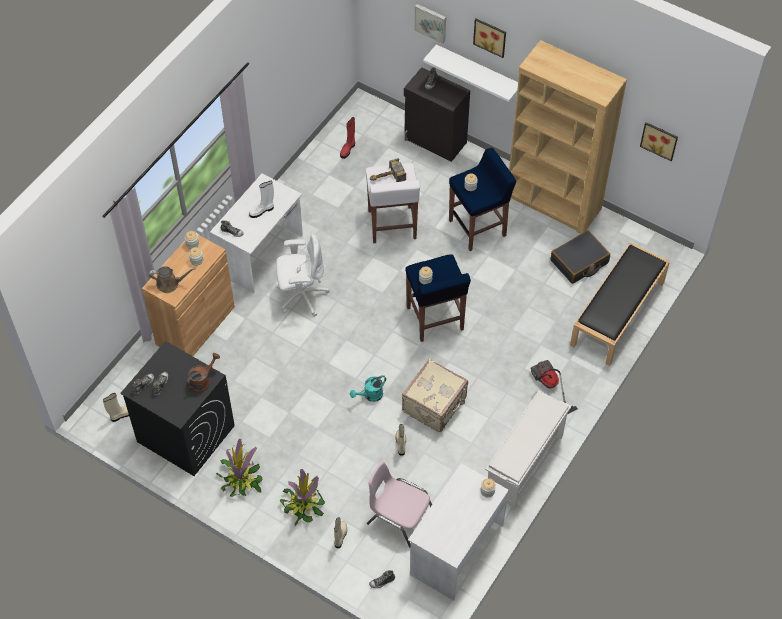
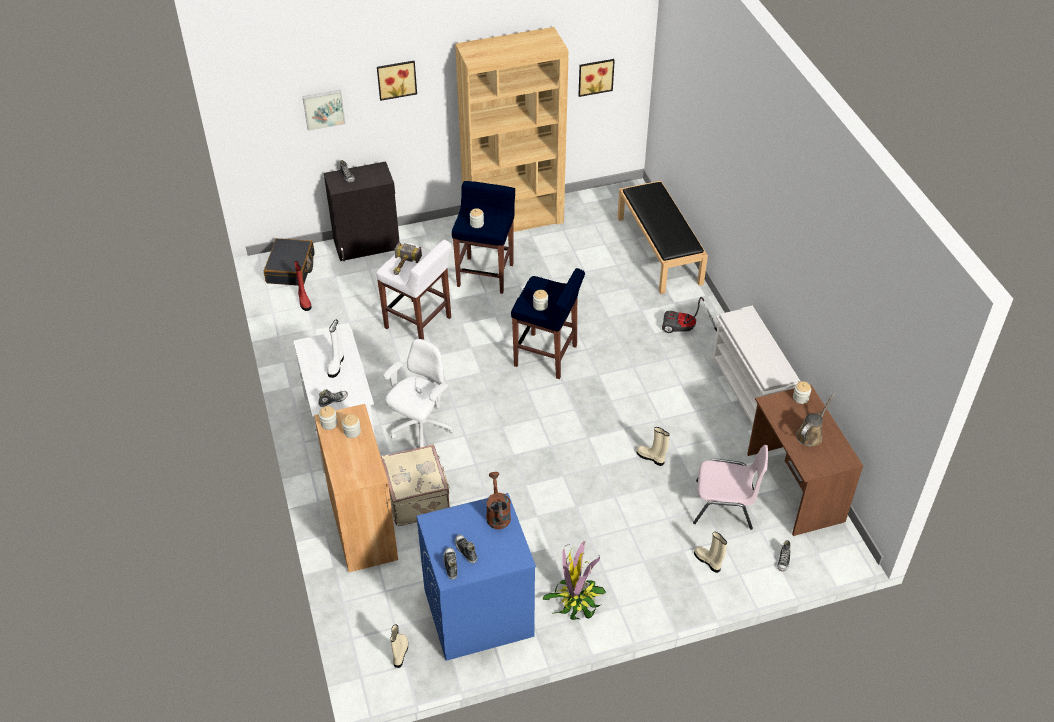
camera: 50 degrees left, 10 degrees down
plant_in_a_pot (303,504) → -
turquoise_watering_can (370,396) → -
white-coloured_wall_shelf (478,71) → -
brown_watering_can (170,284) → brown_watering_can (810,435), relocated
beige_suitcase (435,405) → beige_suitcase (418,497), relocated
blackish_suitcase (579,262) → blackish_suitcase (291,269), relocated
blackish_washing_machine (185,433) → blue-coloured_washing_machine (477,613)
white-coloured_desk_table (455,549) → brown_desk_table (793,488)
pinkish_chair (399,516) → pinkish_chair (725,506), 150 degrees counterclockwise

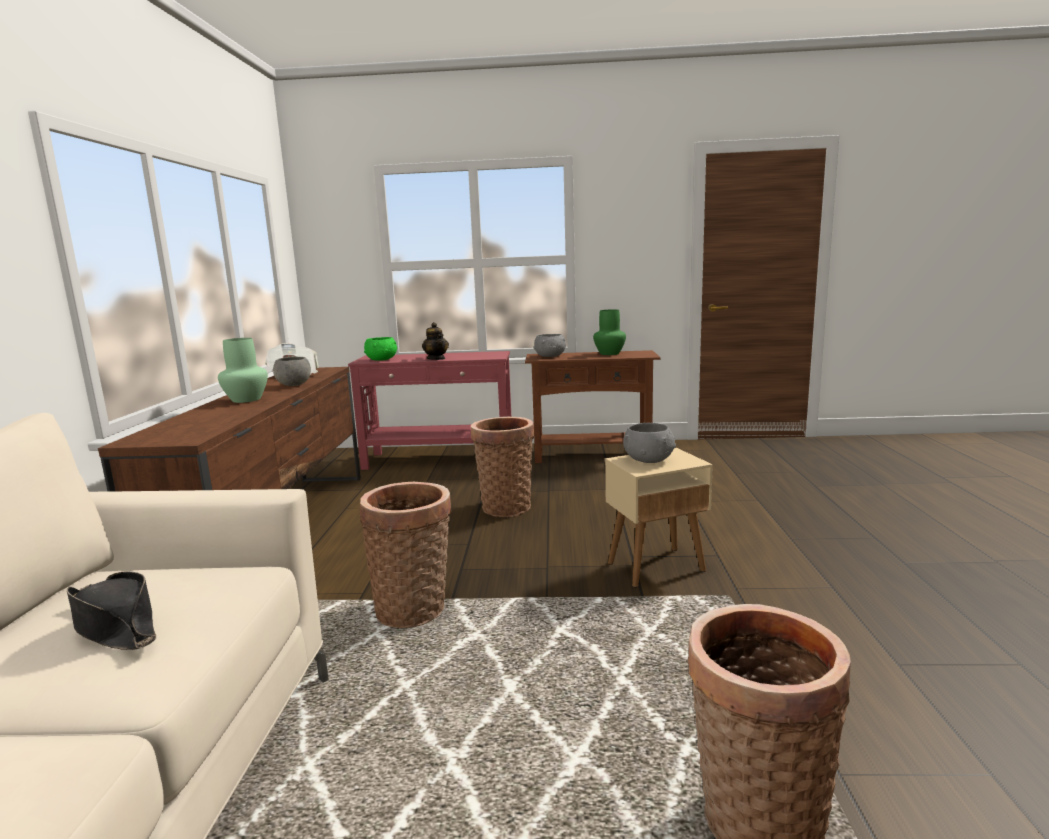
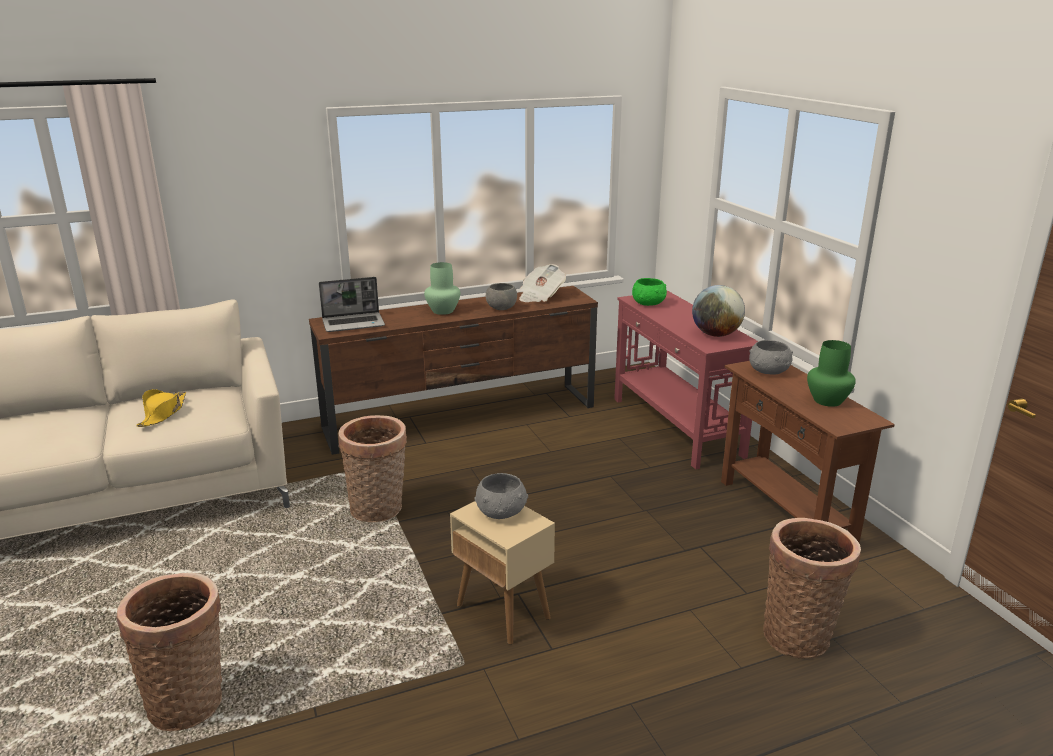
camera: 65 degrees right, 10 degrees up
teapot (436,359) → -
- → laptop (354,323)
- → desk_globe (716,334)
storage_basket (506,506) → storage_basket (799,634), relocated
blackish_clothing_hat (115,626) → yellow_clothing_hat (163,414)

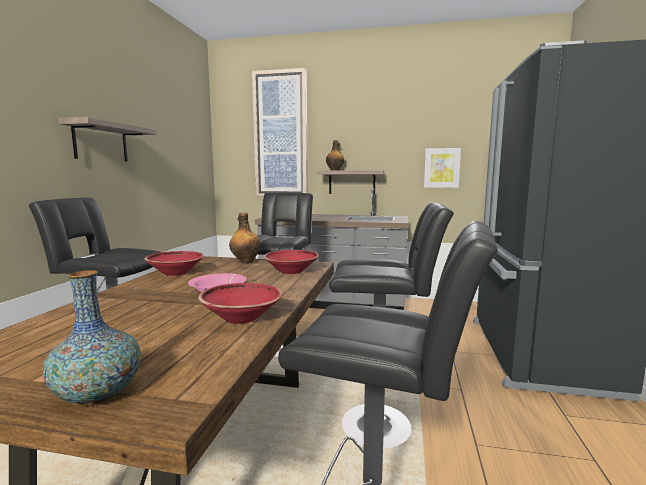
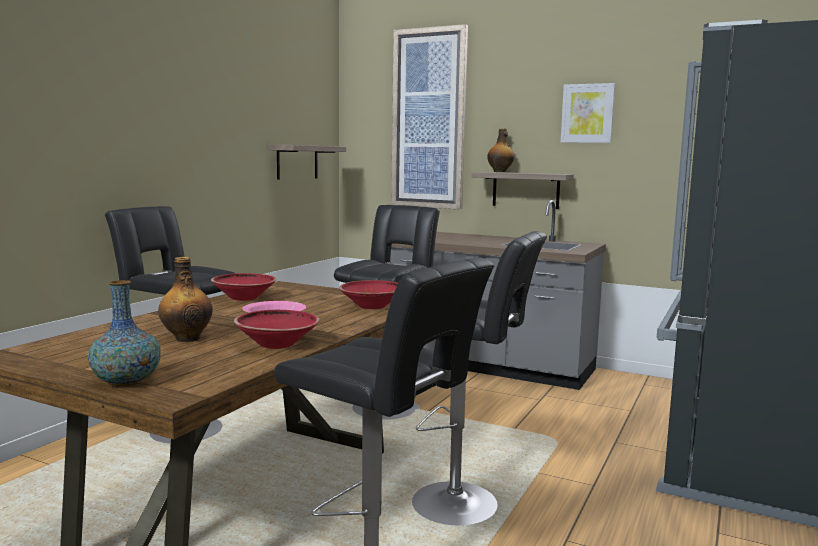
camera: 15 degrees right, 0 degrees up
wall_shelf (101,142) → wall_shelf (297,162), relocated
beverage_bottle (245,261) → beverage_bottle (187,338), relocated
wall_art (441,168) → wall_art (587,113), relocated

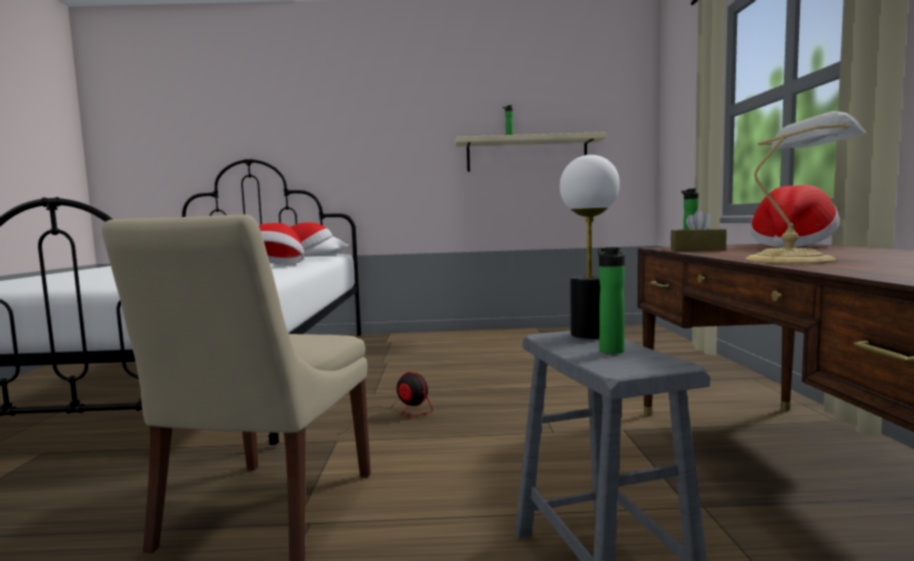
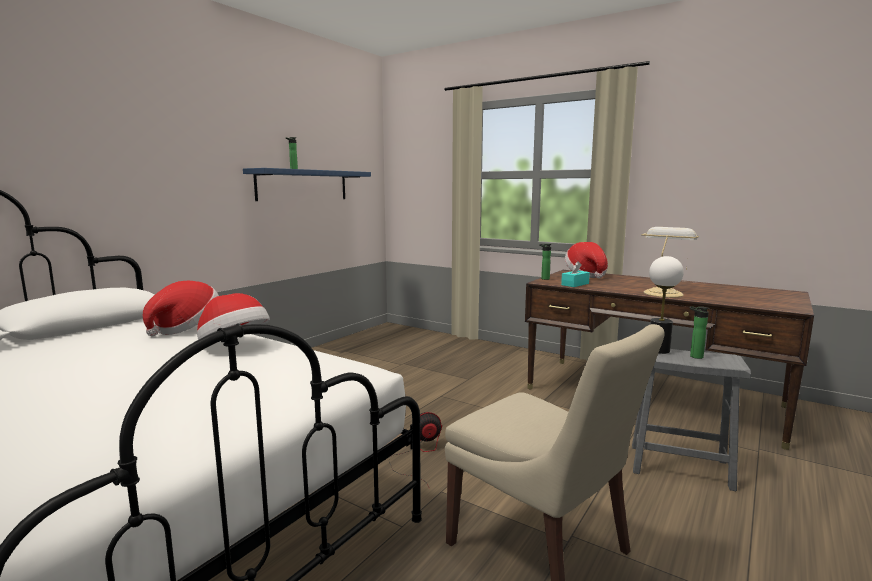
camera: 55 degrees left, 5 degrees up
beige_wall_shelf (527,154) → blue-coloured_wall_shelf (303,185)
brown_tissue_holder (697,250) → turquoise_tissue_holder (575,284)

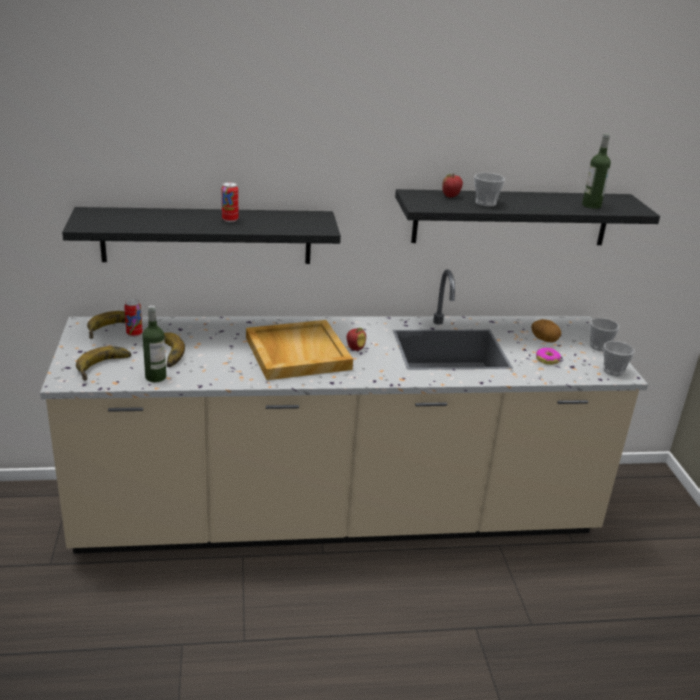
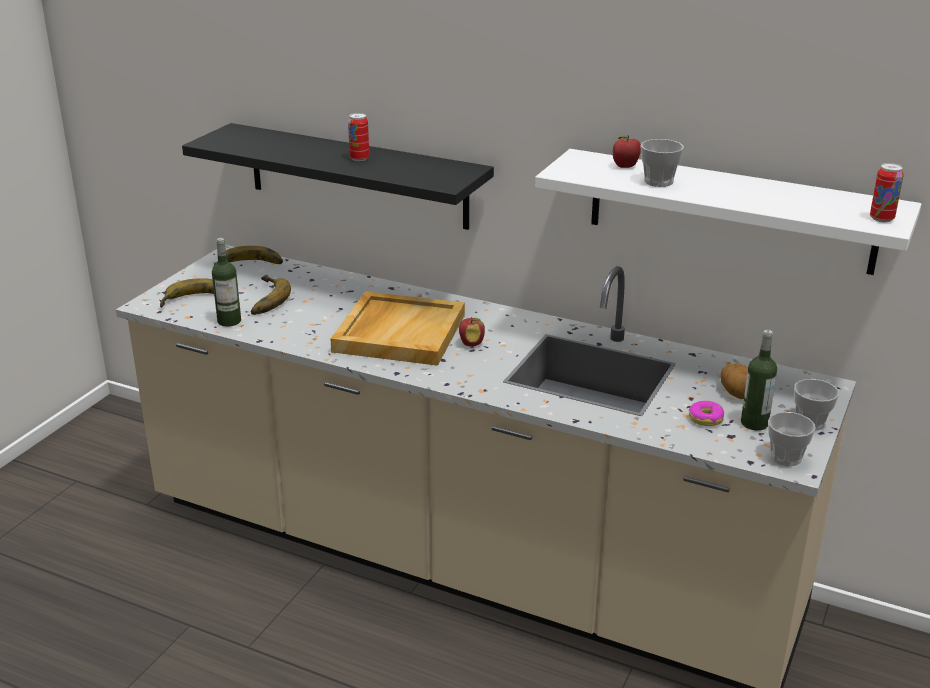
camera: 35 degrees right, 0 degrees up
sealed_can (134,334) → sealed_can (881,218), relocated
beverage_bottle (591,205) → beverage_bottle (754,423), relocated
blackish_wall_shelf (511,217) → white-coloured_wall_shelf (730,211)

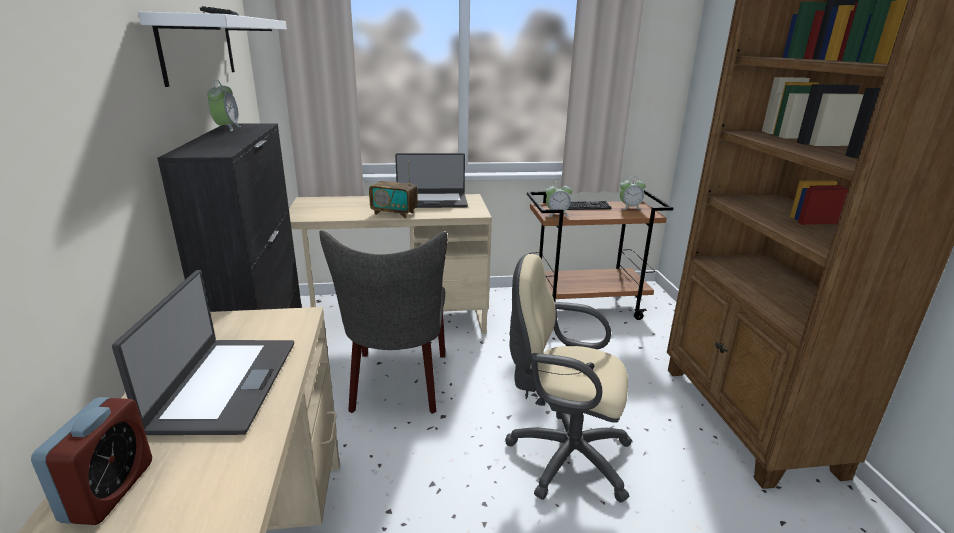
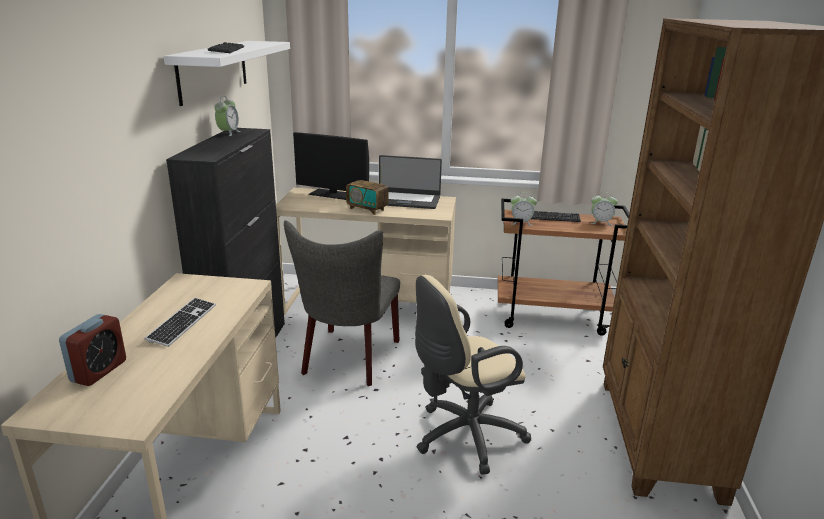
camera: 15 degrees right, 0 degrees up
- → computer_screen (333,194)
laptop (224,384) → computer_keyboard (182,323)
beige_desk_chair (562,455) → beige_desk_chair (463,436), 60 degrees counterclockwise

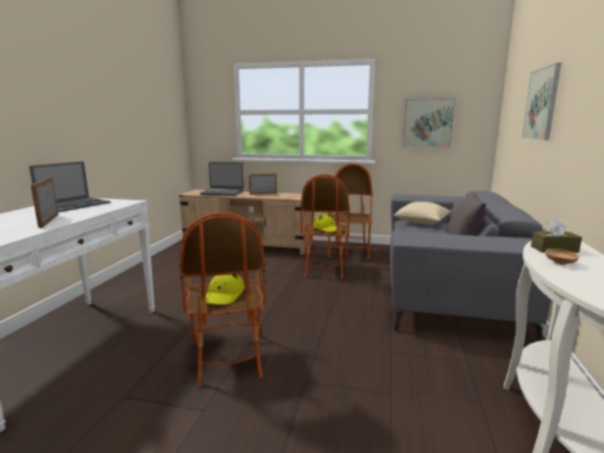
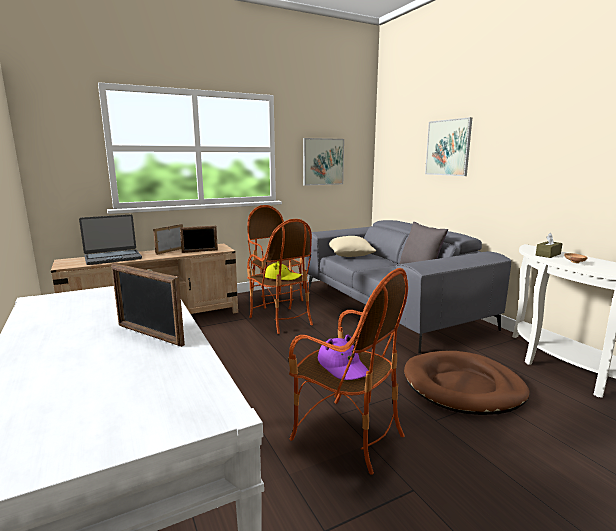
camera: 40 degrees left, 0 degrees up
laptop (75,205) → -
- → standing_frame (200,251)
- → brown_dog_cushion (463,386)
yellow_clothing_hat (223,295) → purple_clothing_hat (343,366)

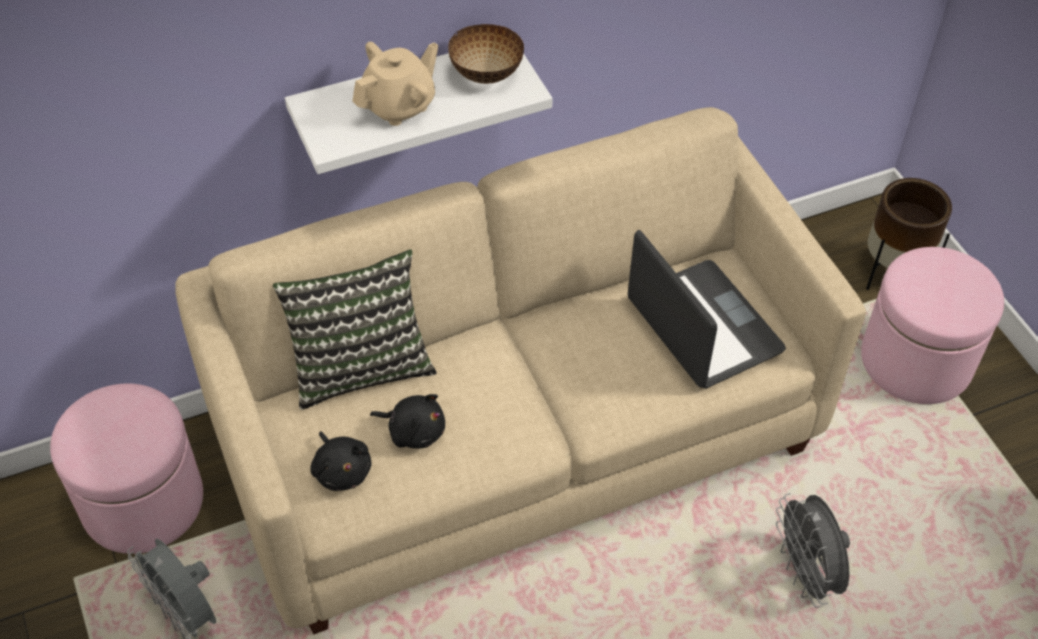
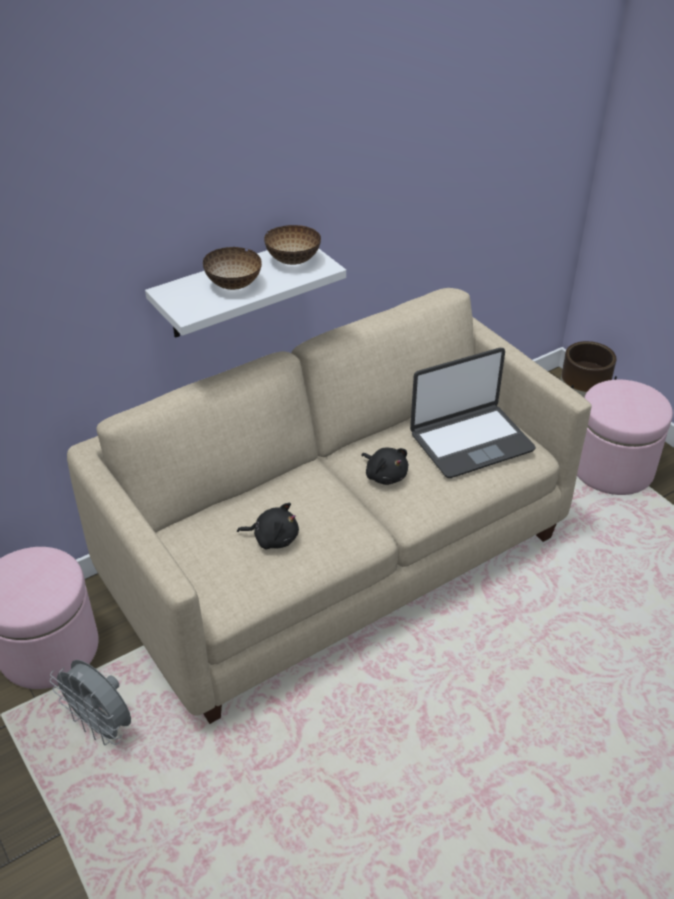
camera: 10 degrees left, 10 degrees down
pillow (360,366) → -
greyish_electric_fan (806,574) → -
blackish_cuddly_toy (342,470) → blackish_cuddly_toy (385,475), relocated
beige_teapot (399,106) → bowl (234,285)
laptop (702,327) → laptop (470,441), 105 degrees clockwise

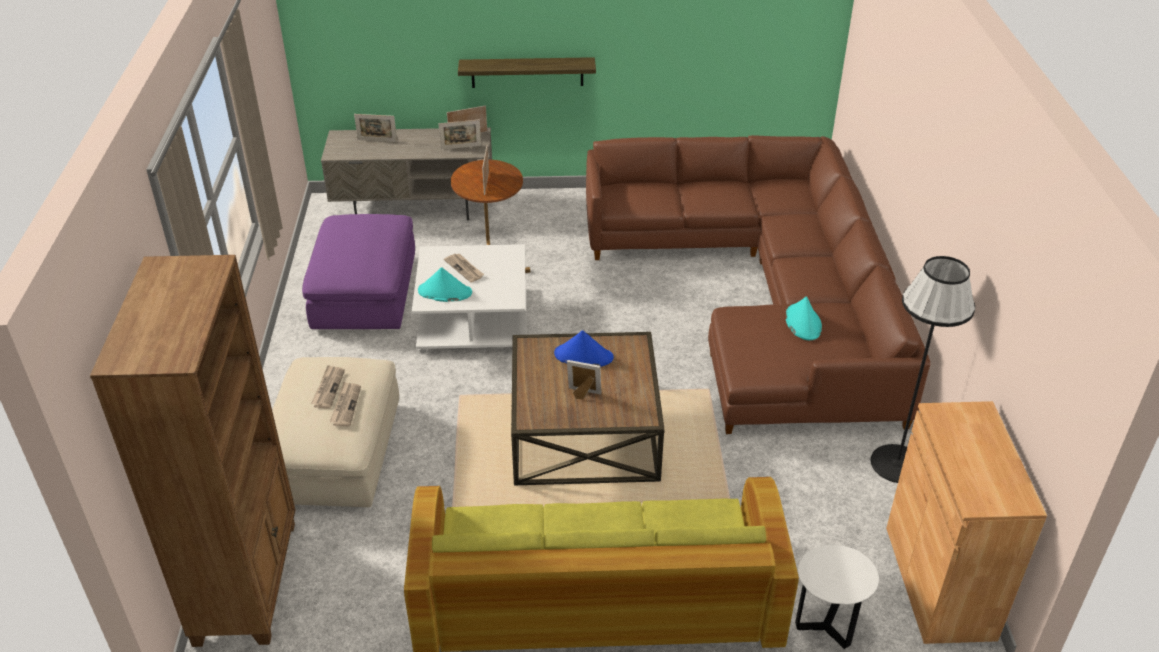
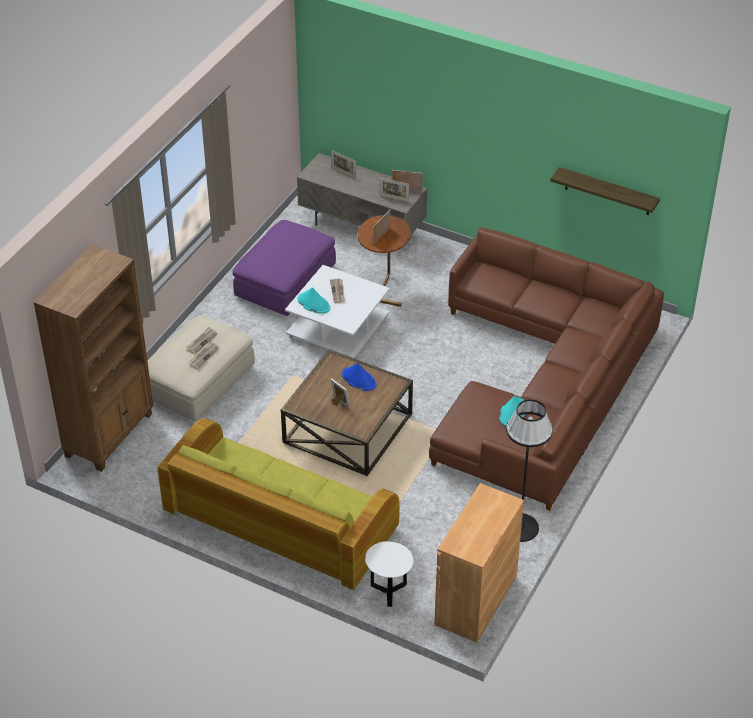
camera: 30 degrees right, 5 degrees up
wall_shelf (527,72) → wall_shelf (607,192), relocated

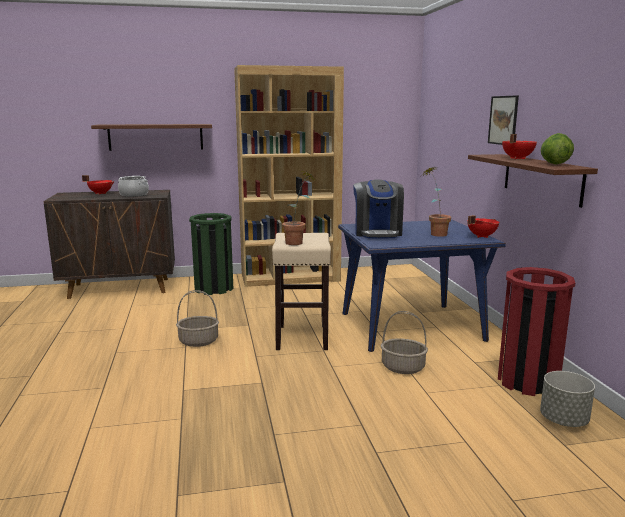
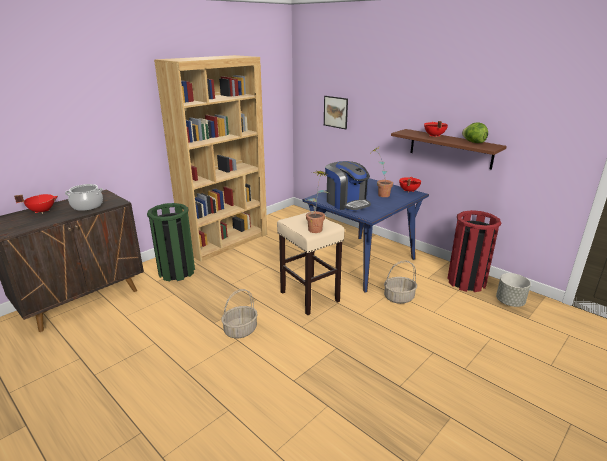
camera: 35 degrees left, 10 degrees up
brown_wall_shelf (156,137) → -
wall_art (503,120) → wall_art (335,112), relocated

